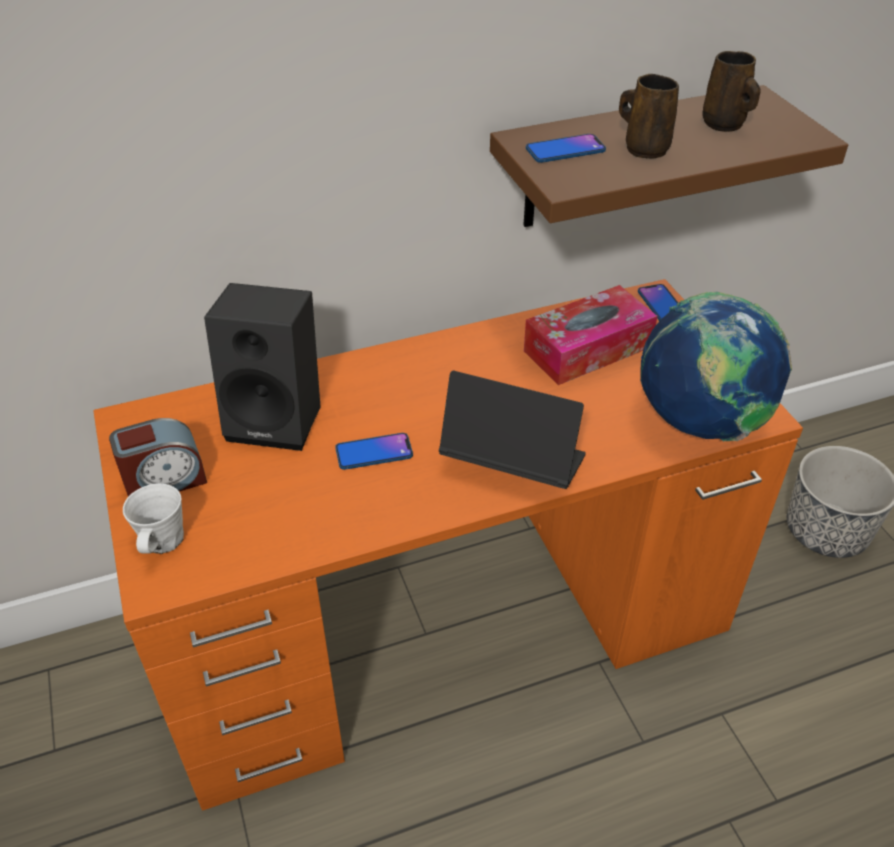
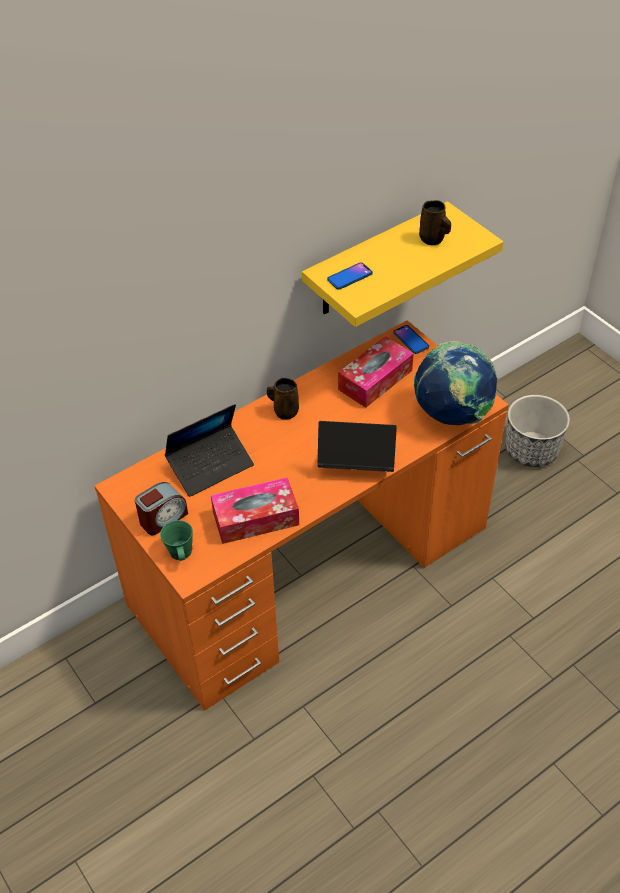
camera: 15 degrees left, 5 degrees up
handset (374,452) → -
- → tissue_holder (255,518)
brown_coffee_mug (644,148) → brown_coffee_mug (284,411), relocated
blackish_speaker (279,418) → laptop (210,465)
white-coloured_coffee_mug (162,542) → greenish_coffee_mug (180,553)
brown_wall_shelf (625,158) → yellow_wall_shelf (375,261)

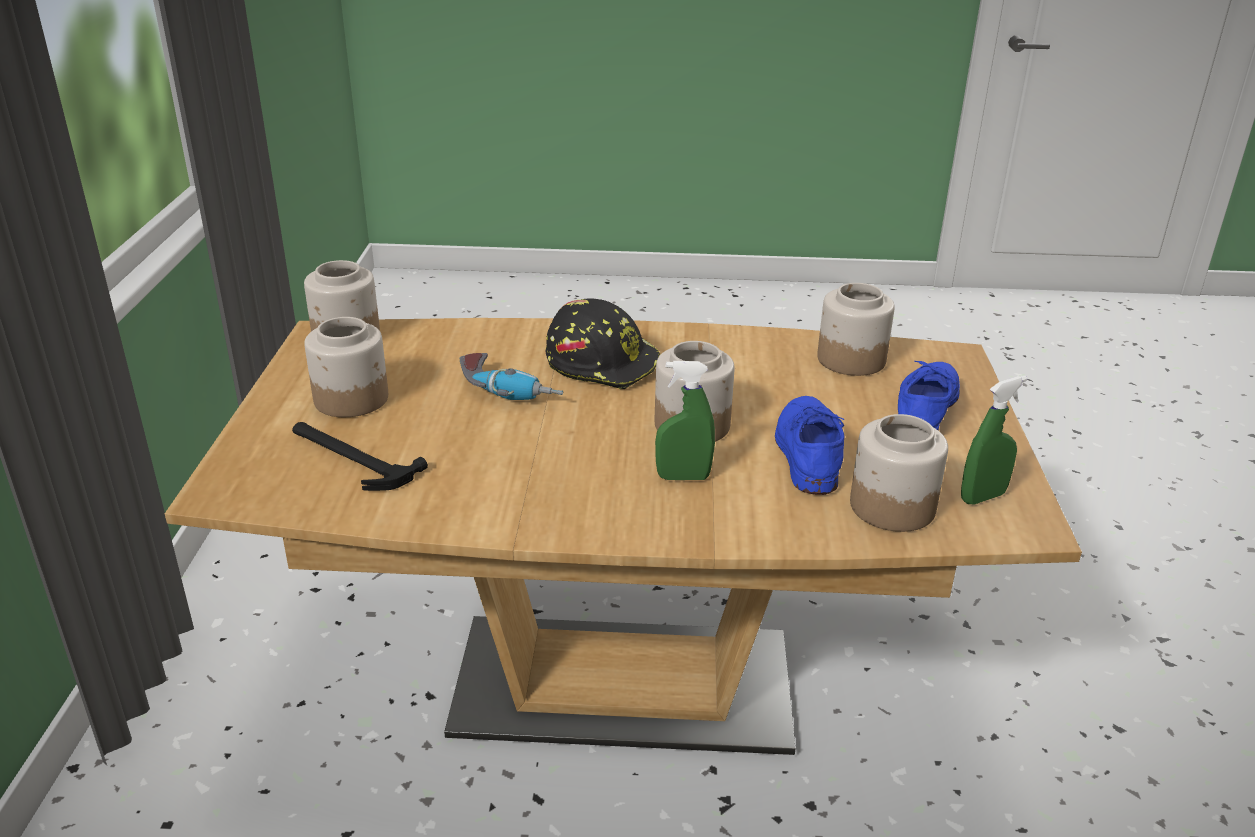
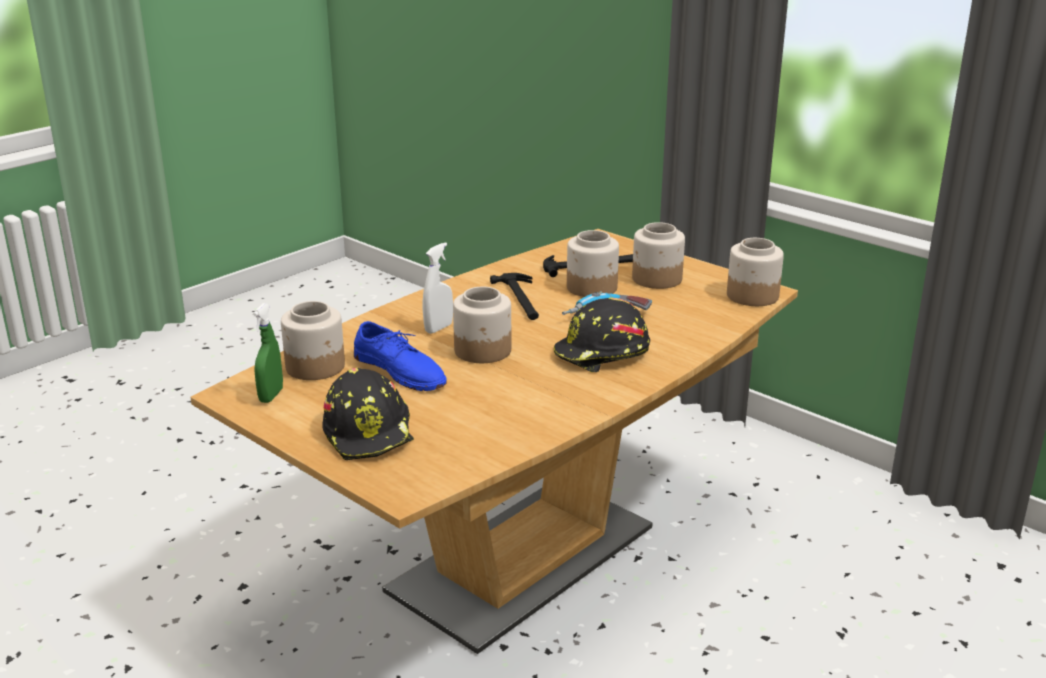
camera: 130 degrees right, 5 degrees down
- → hand_hammer (521,299)
preserve_jar (850,359) → preserve_jar (592,288), relocated
blue-coloured_item_of_footwear (924,408) → blackish_work_helmet (369,432)
greenish_spray_bottle (683,477) → white-coloured_spray_bottle (438,328)

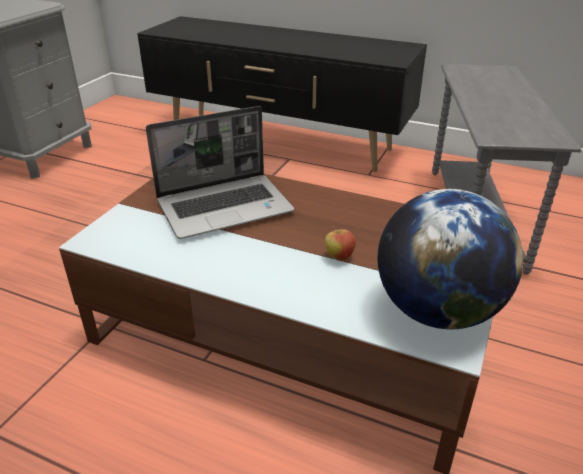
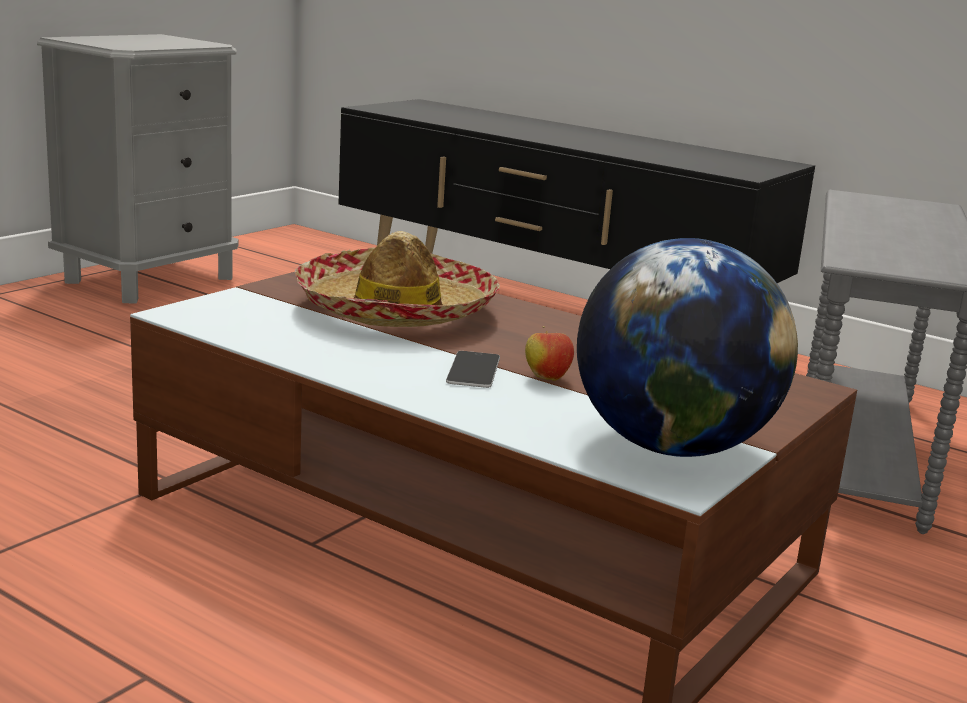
camera: 10 degrees right, 15 degrees down
- → handset (473,370)
laptop (225,207) → clothing_hat (396,310)

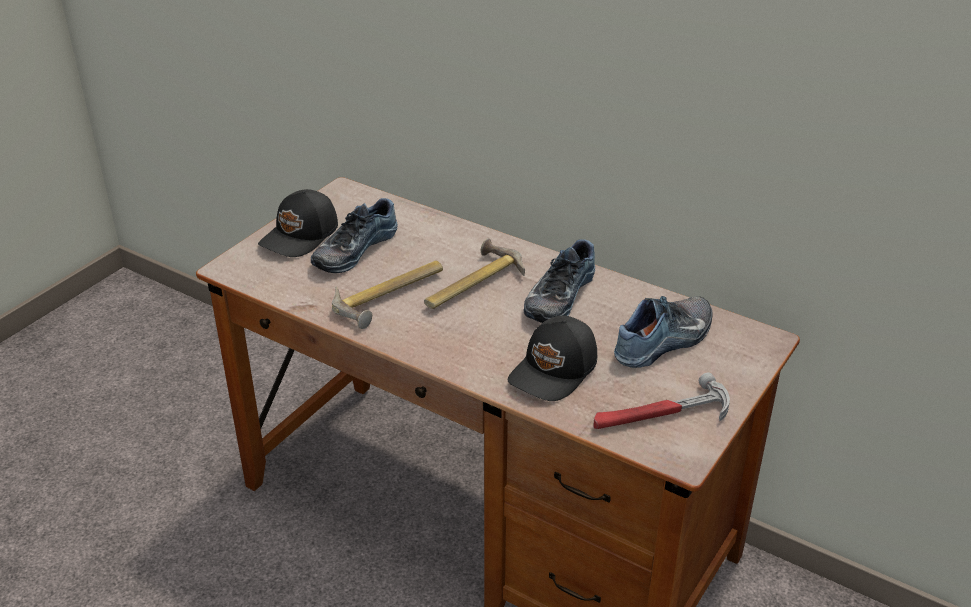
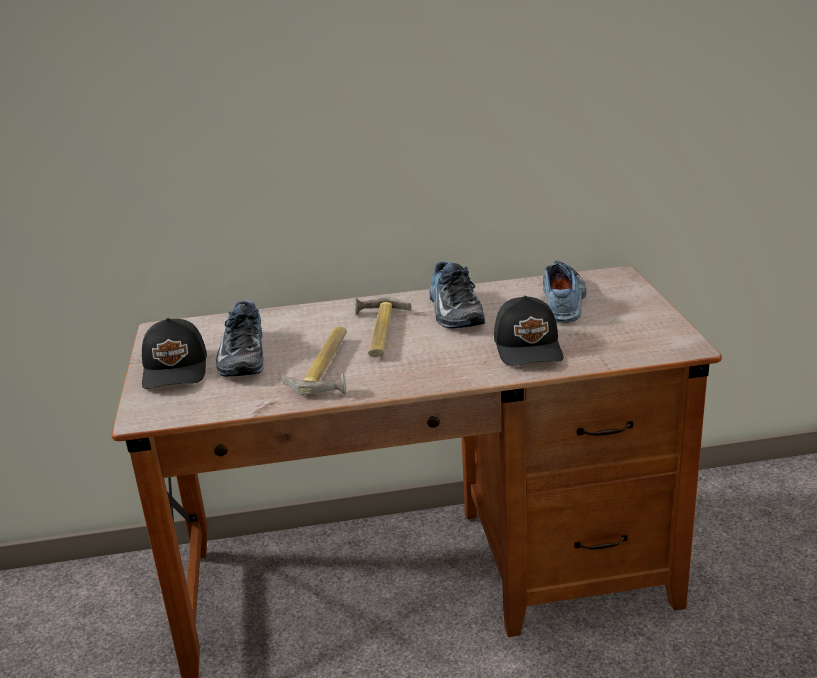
camera: 40 degrees left, 10 degrees down
hand_hammer (660,415) → -

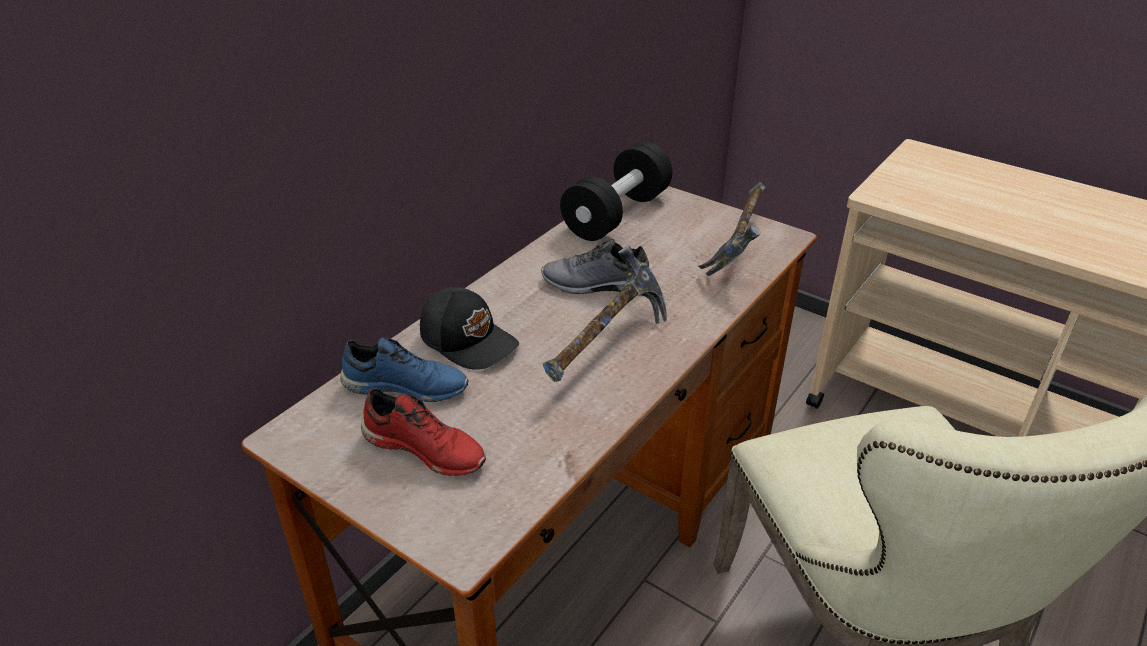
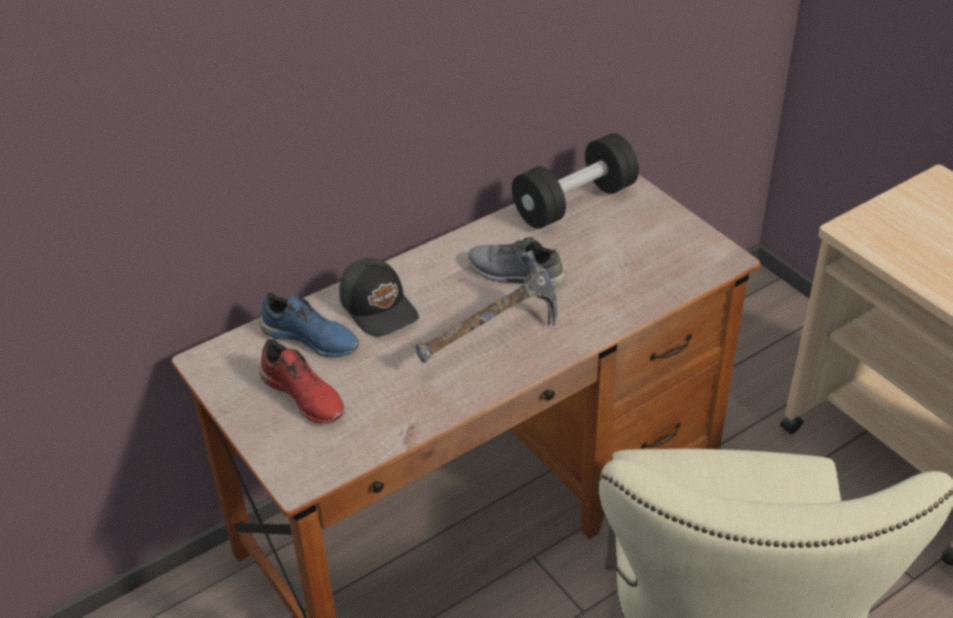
camera: 20 degrees right, 5 degrees up
hand_hammer (739,250) → -

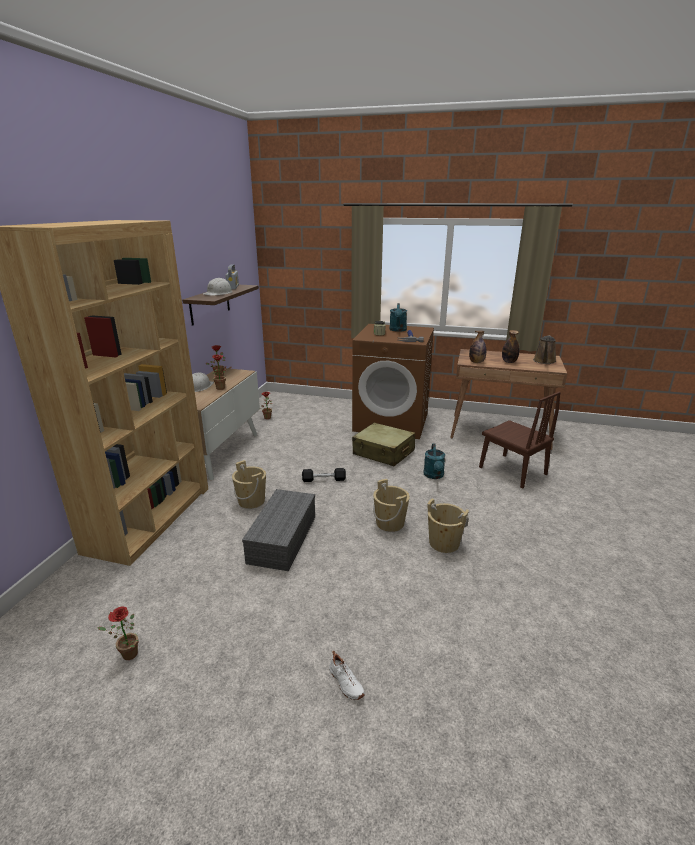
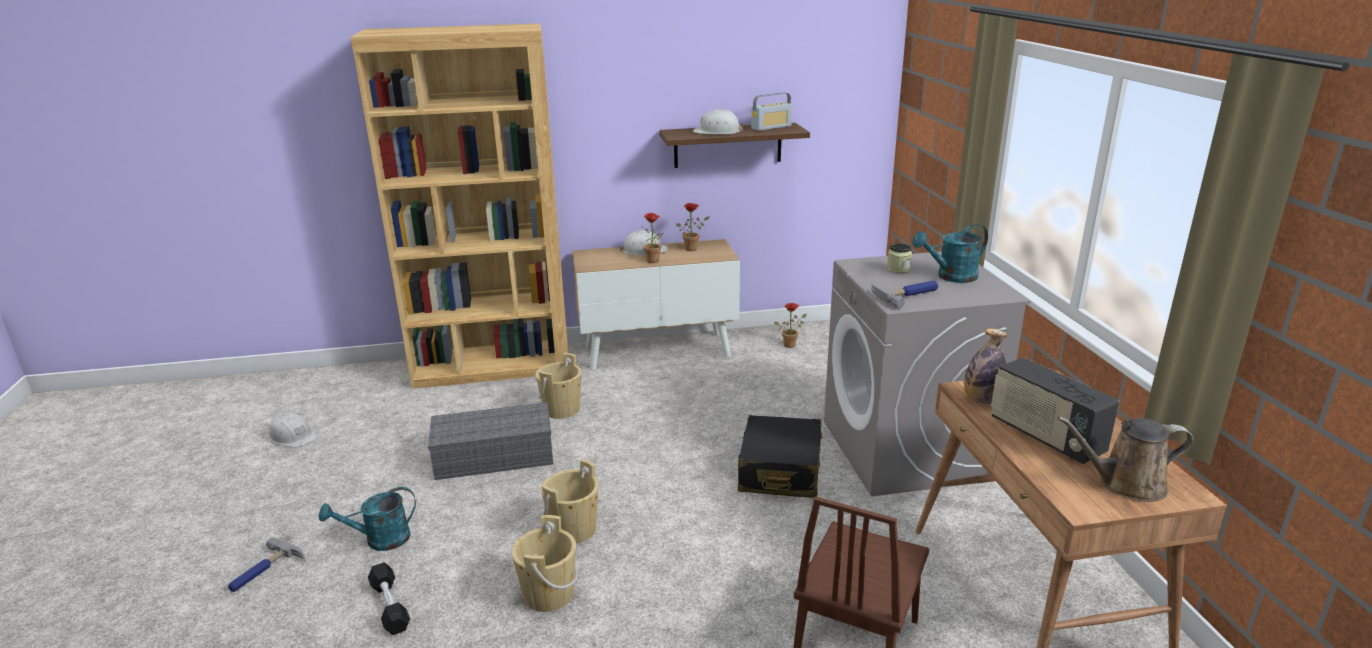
camera: 65 degrees right, 0 degrees up
blackish_hand_weight (324,479) → blackish_hand_weight (390,606), relocated
turquoise_watering_can (434,476) → turquoise_watering_can (380,540), relocated
plant_in_a_pot (126,655) → white-coloured_work_helmet (293,436)
white-coloured_item_of_footwear (345,683) → hand_hammer (265,572)
beverage_bottle (509,362) → radio_set (1045,437)
brown_washing_machine (391,422) → greyish_washing_machine (906,450)
beige_suitcase (383,453) → blackish_suitcase (780,471)

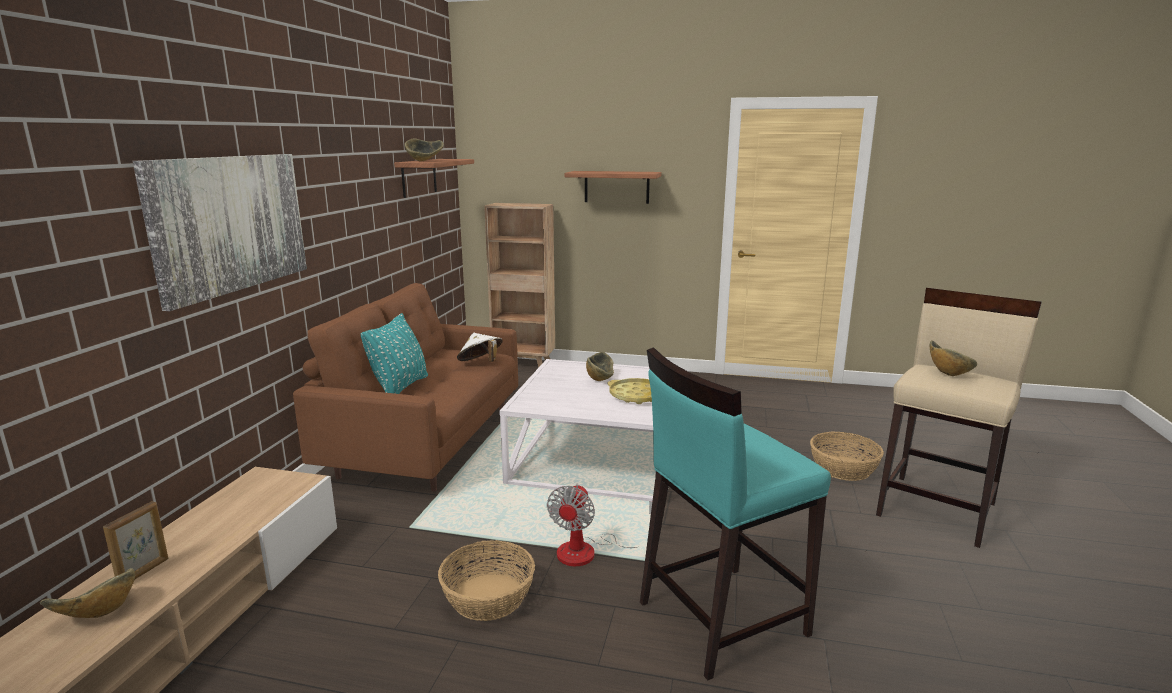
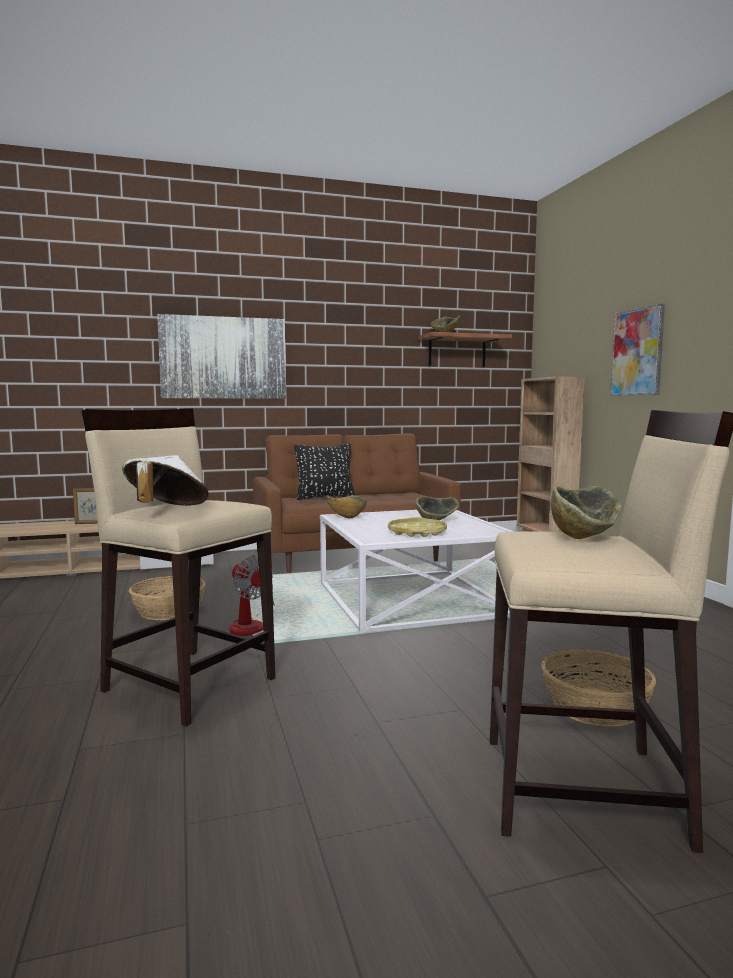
camera: 60 degrees right, 10 degrees down
bowl (98,614) → bowl (346,517), relocated
white-coloured_clothing_hat (480,364) → white-coloured_clothing_hat (166,510), relocated
wall_shelf (616,187) → wall_art (637,352)
turquoise_pillow (400,387) → blackish_pillow (325,498)
turquoise_sitting_stool (720,618) → beige_sitting_stool (189,683)
electric_fan (589,551) → electric_fan (251,624), 120 degrees counterclockwise

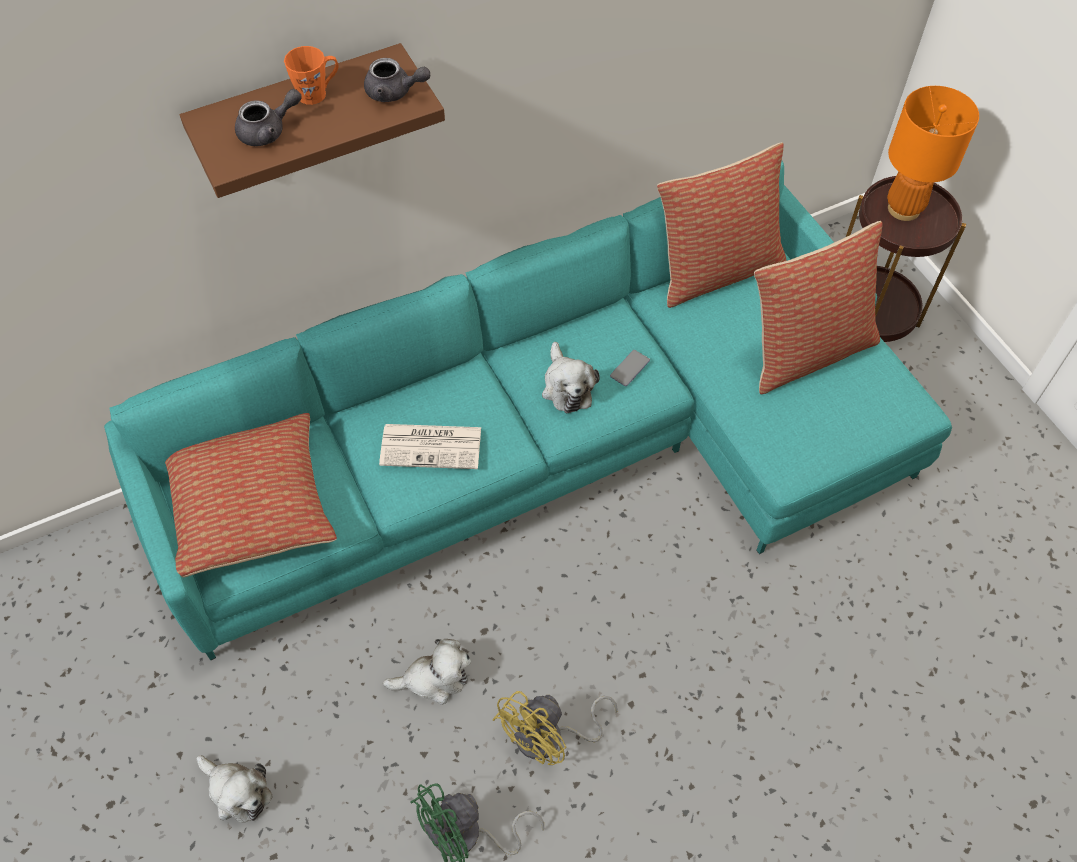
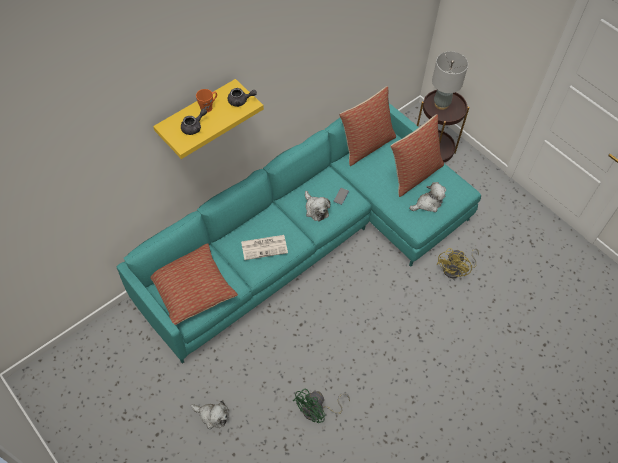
camera: 15 degrees left, 0 degrees up
cuddly_toy (434,679) → cuddly_toy (428,203), relocated
yellow_electric_fan (549,738) → yellow_electric_fan (456,270), relocated
brown_wall_shelf (300,111) → yellow_wall_shelf (197,114)
orange-coloured_tabletop_lamp (904,209) → greyish_tabletop_lamp (441,104)

